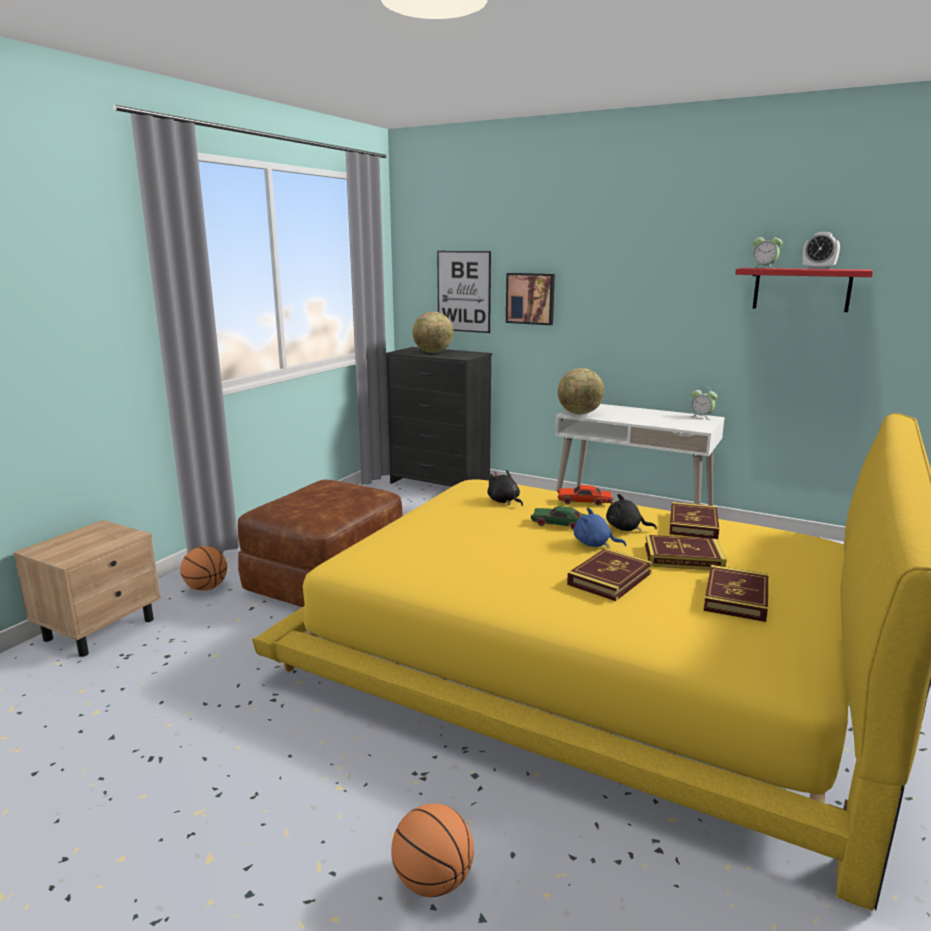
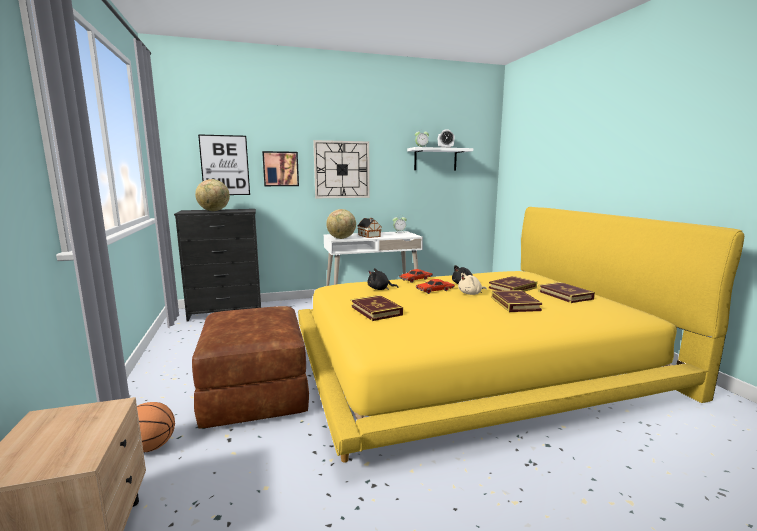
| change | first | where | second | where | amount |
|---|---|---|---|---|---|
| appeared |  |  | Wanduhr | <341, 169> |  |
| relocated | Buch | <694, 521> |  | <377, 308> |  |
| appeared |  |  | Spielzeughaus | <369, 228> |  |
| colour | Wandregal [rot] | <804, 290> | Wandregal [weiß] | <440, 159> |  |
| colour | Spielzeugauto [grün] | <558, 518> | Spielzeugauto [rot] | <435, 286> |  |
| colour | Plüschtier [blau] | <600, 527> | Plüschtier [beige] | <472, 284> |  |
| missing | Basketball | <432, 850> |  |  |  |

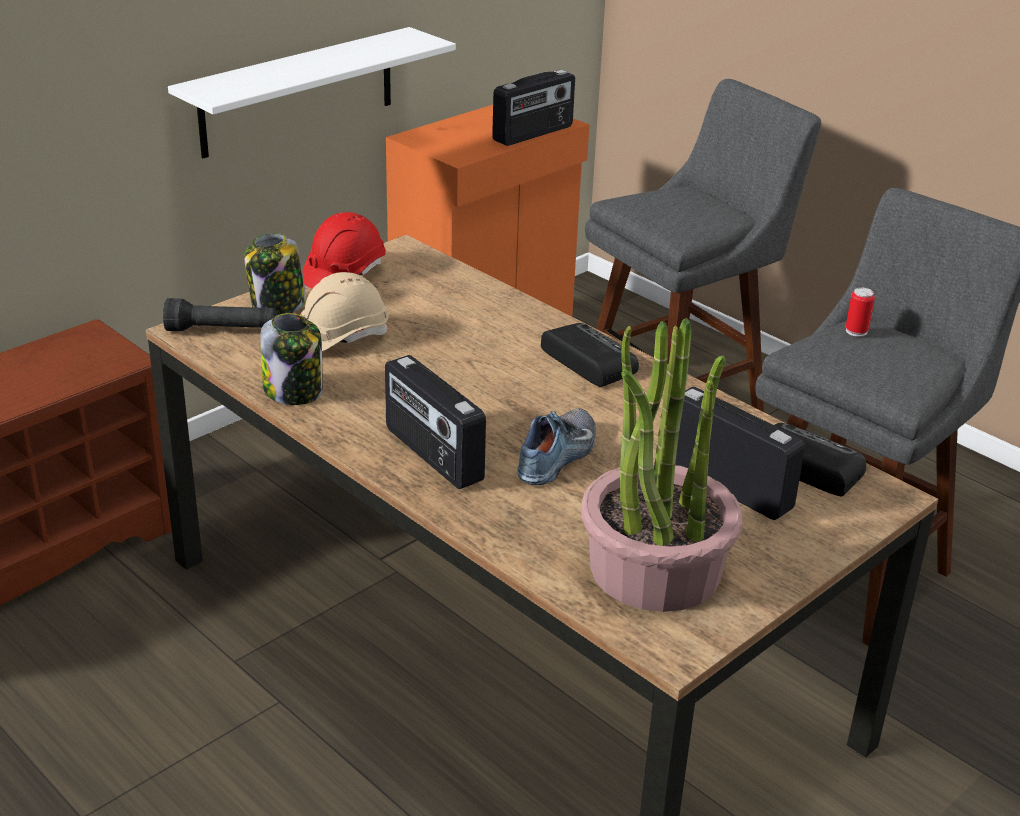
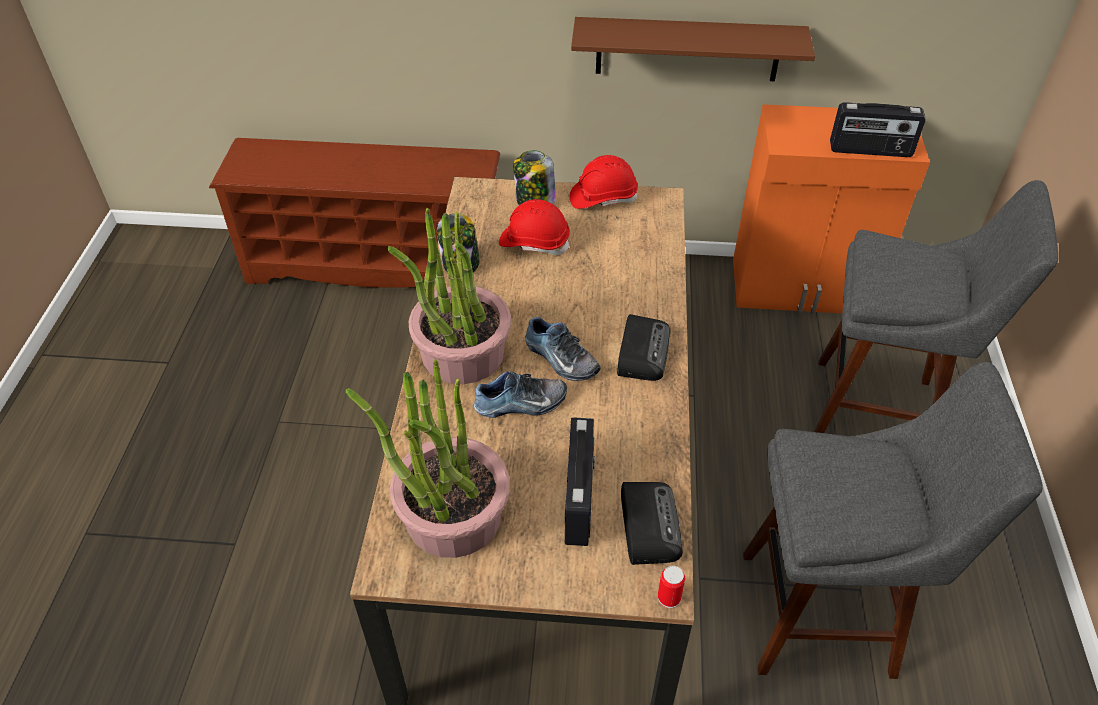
| change | first | where | second | where | amount |
|---|---|---|---|---|---|
| exchanged | Radio | <435, 422> | Topfpflanze | <449, 296> |  |
| colour | Schutzhelm [beige] | <344, 311> | Schutzhelm [rot] | <534, 227> |  |
| appeared |  |  | Schuh | <563, 349> |  |
| colour | Wandregal [weiß] | <312, 92> | Wandregal [braun] | <693, 49> |  |
| relocated | Dose | <860, 312> |  | <671, 587> |  |
| missing | Taschenlampe [schwarz] | <220, 314> |  |  |  |

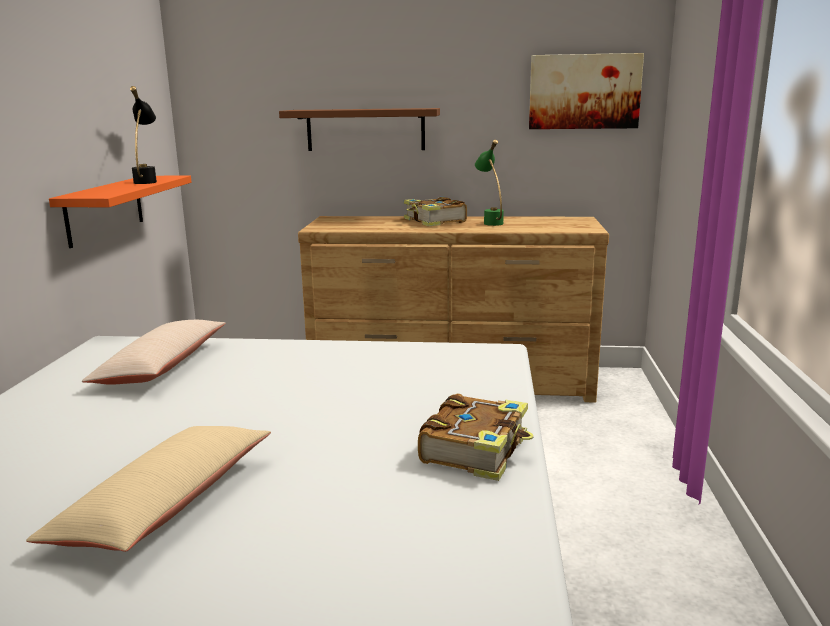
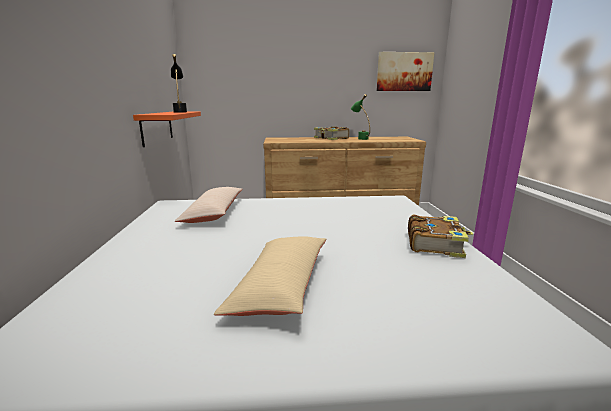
| change | first | where | second | where | amount |
|---|---|---|---|---|---|
| missing | Wandregal [braun] | <359, 129> |  |  |  |

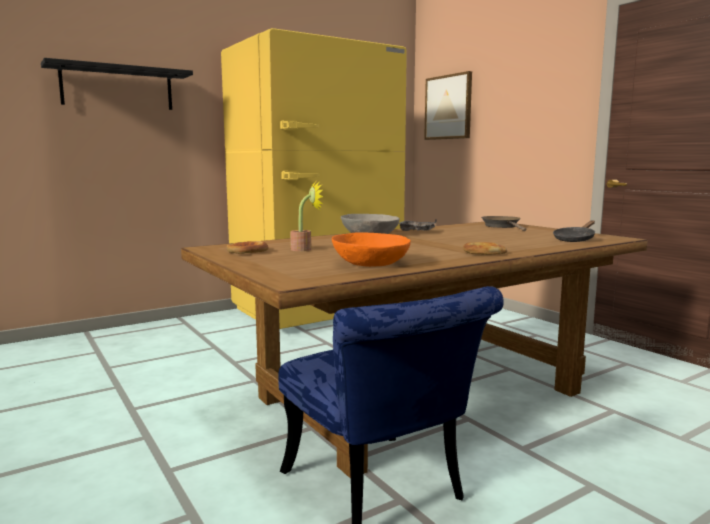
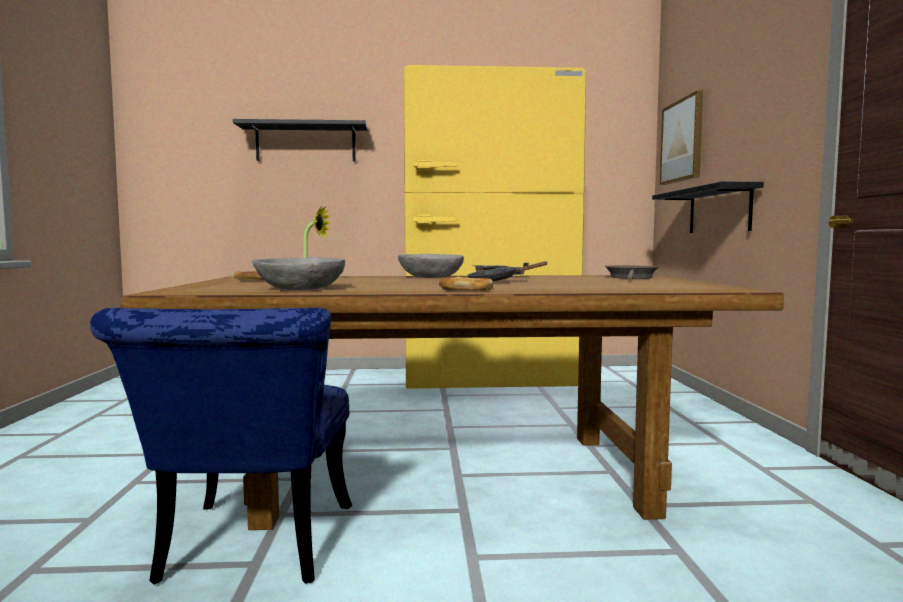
| change | first | where | second | where | amount |
|---|---|---|---|---|---|
| colour | Schüssel [orange] | <371, 250> | Schüssel [grau] | <298, 273> |  |
| relocated | Pfanne [schwarz] | <574, 231> |  | <507, 271> |  |
| appeared |  |  | Wandregal [schwarz] | <708, 207> |  |

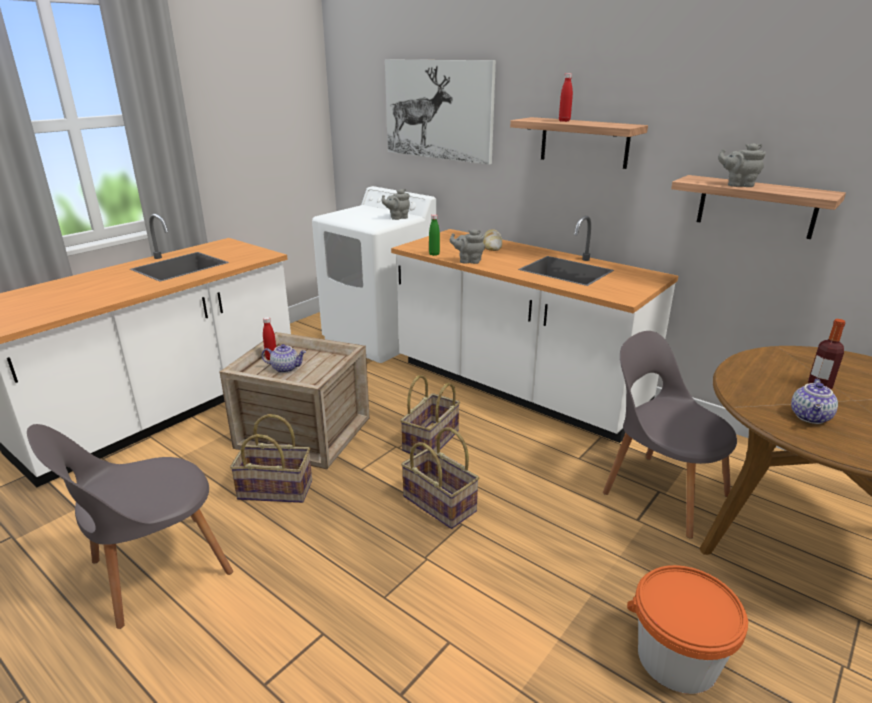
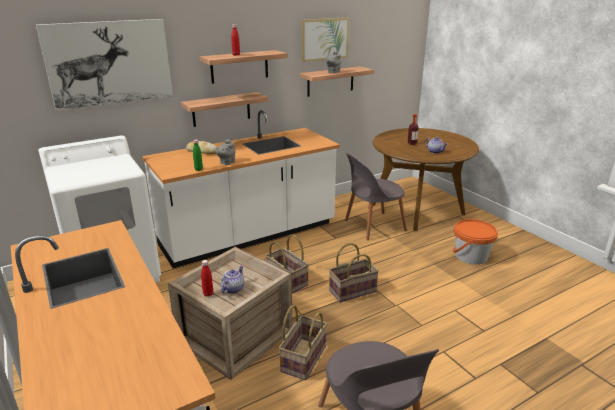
| change | first | where | second | where | amount |
|---|---|---|---|---|---|
| appeared |  |  | Wandregal | <225, 109> |  |
| appeared |  |  | Bild | <325, 39> |  |
| missing | Teekanne [grau] | <396, 204> |  |  |  |

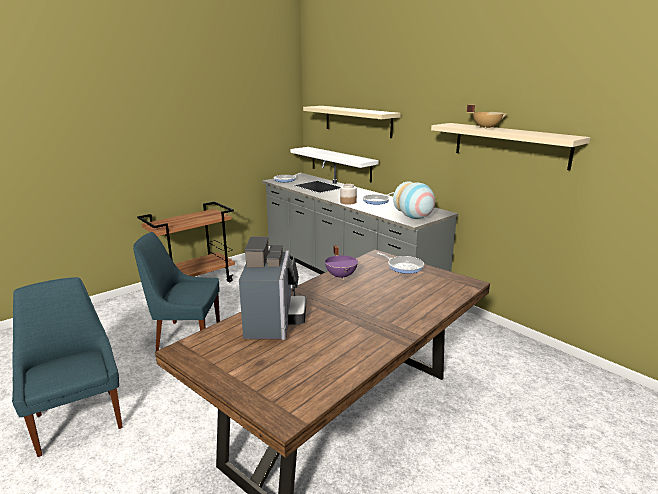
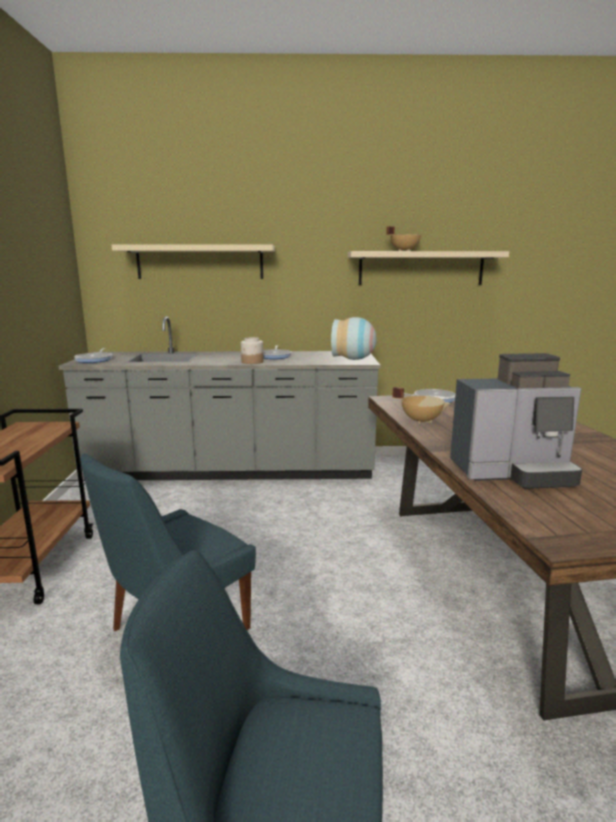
| change | first | where | second | where | amount |
|---|---|---|---|---|---|
| colour | Kochtopf [lila] | <341, 262> | Kochtopf [beige] | <421, 405> |  |
| spun | Kaffeemaschine | <272, 288> |  | <516, 421> | 135 degrees clockwise |
| missing | Wandregal [weiß] | <334, 165> |  |  |  |

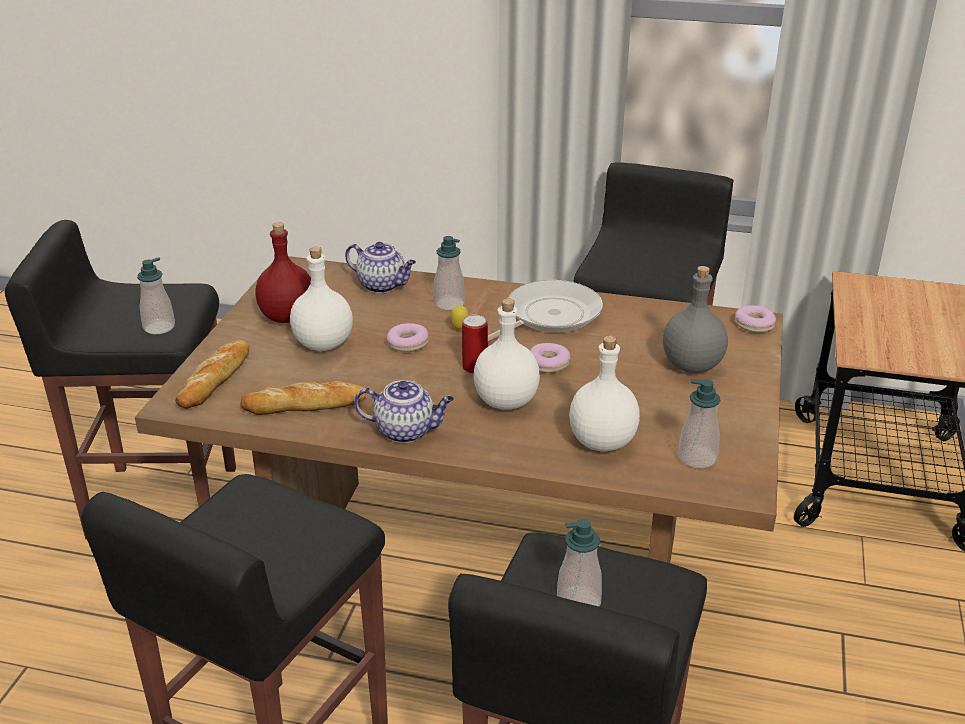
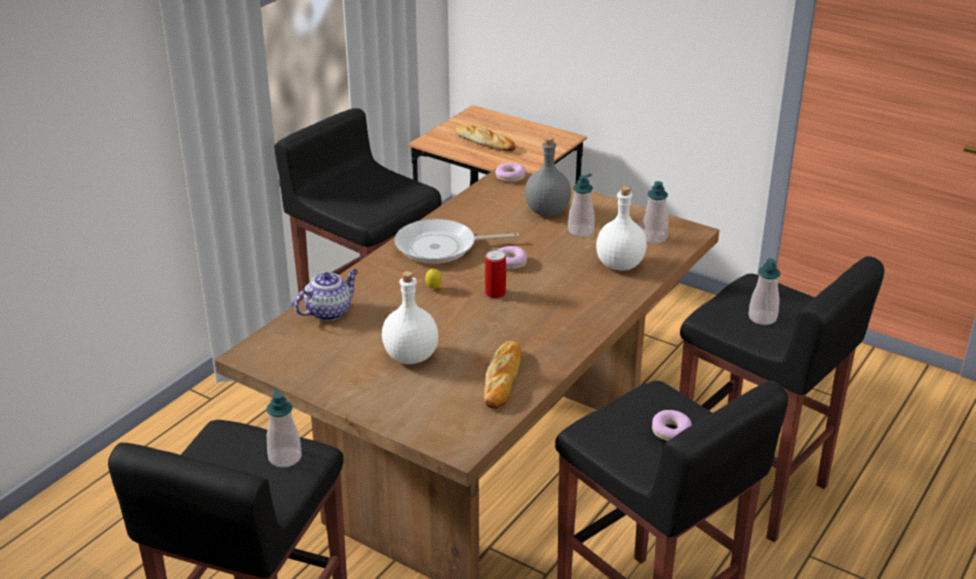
| change | first | where | second | where | amount |
|---|---|---|---|---|---|
| spun | Pfanne | <545, 310> |  | <456, 241> | 75 degrees counterclockwise |
| relocated | Brot | <212, 374> |  | <485, 138> |  |
| relocated | Seifenspender | <449, 273> |  | <581, 205> |  |
| relocated | Donut | <407, 337> |  | <672, 425> |  |
| missing | Flasche [rot] | <283, 272> |  |  |  |
| missing | Teekanne | <404, 411> |  |  |  |
| missing | Flasche [weiß] | <507, 353> |  |  |  |

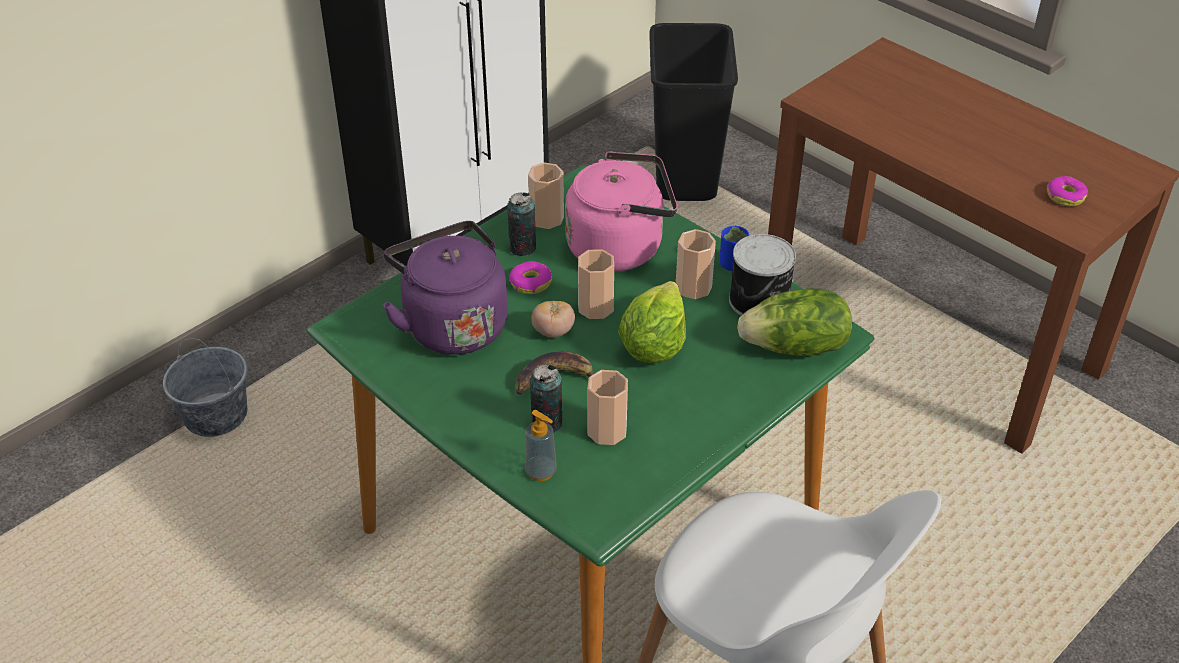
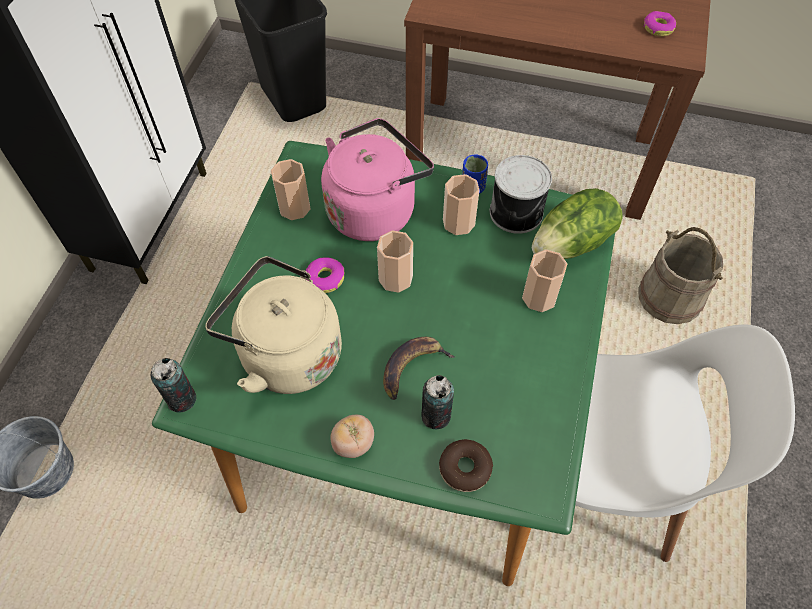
| change | first | where | second | where | amount |
|---|---|---|---|---|---|
| relocated | Dose | <521, 224> |  | <173, 385> |  |
| colour | Wasserkessel [lila] | <445, 288> | Wasserkessel [beige] | <273, 325> |  |
| relocated | Tomate | <553, 318> |  | <352, 436> |  |
| exchanged | Seifenspender | <541, 445> | Donut | <466, 465> |  |
| relocated | Tasse | <608, 407> |  | <544, 280> |  |
| appeared |  |  | Eimer [beige] | <680, 275> |  |
| missing | Salatkopf | <652, 322> |  |  |  |

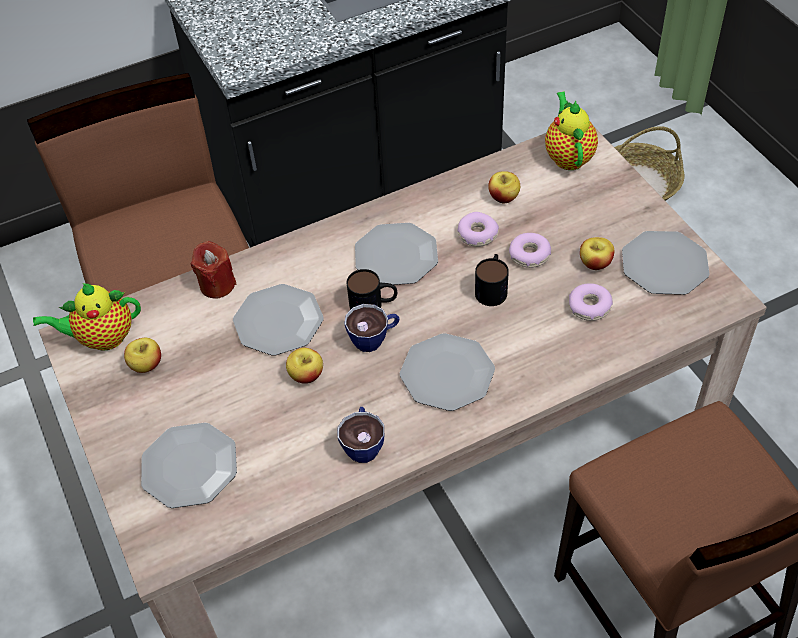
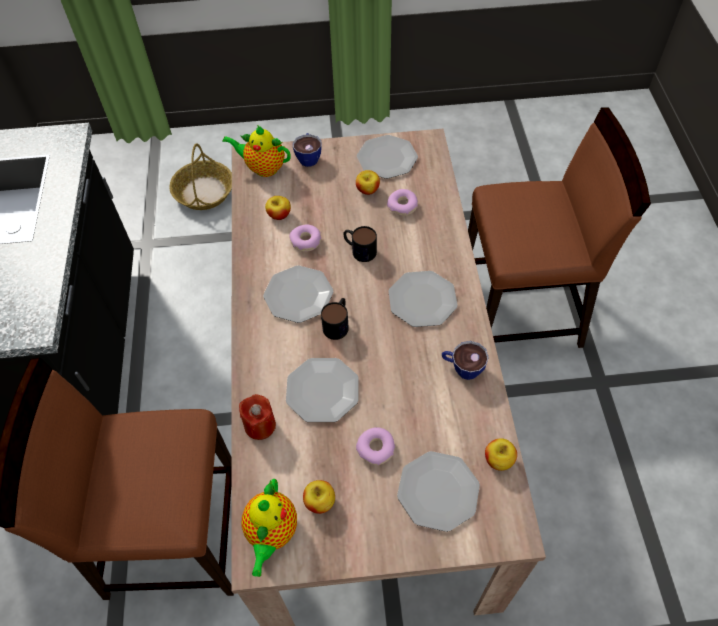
| change | first | where | second | where | amount |
|---|---|---|---|---|---|
| relocated | Tasse | <371, 328> |  | <307, 150> |  |
| relocated | Donut | <530, 250> |  | <375, 446> |  |
| relocated | Apfel | <304, 366> |  | <501, 454> |  |

